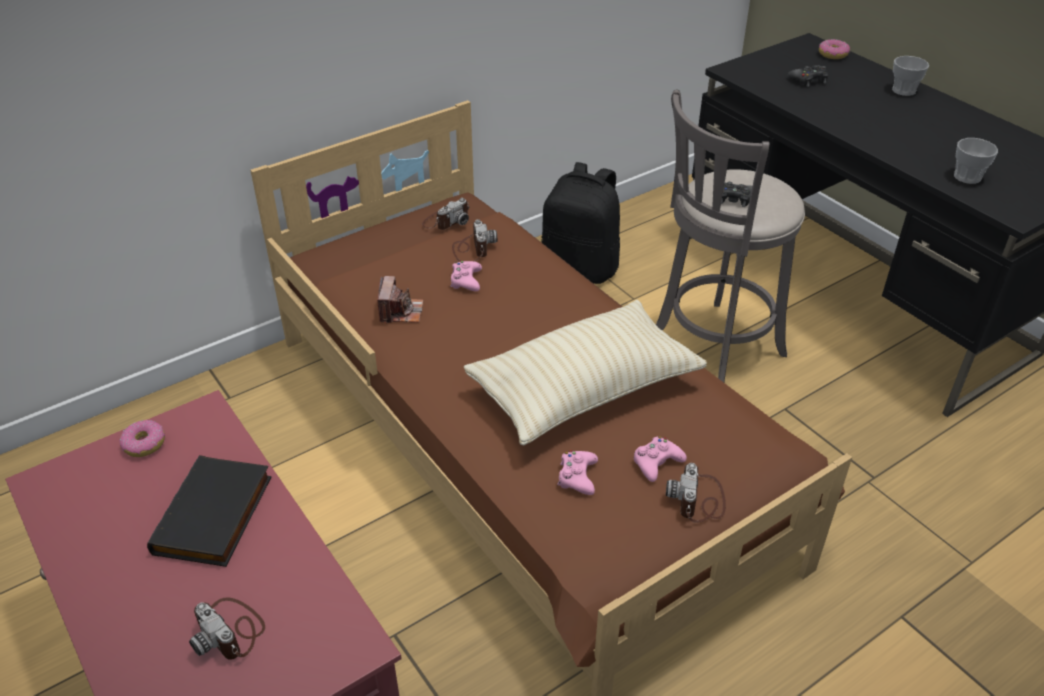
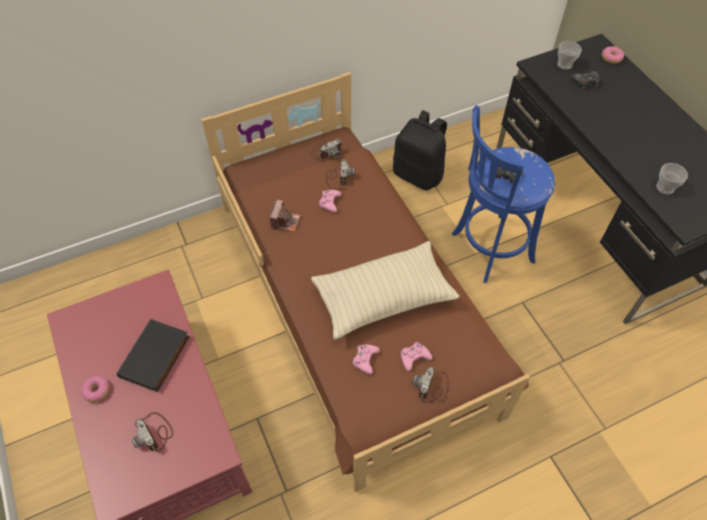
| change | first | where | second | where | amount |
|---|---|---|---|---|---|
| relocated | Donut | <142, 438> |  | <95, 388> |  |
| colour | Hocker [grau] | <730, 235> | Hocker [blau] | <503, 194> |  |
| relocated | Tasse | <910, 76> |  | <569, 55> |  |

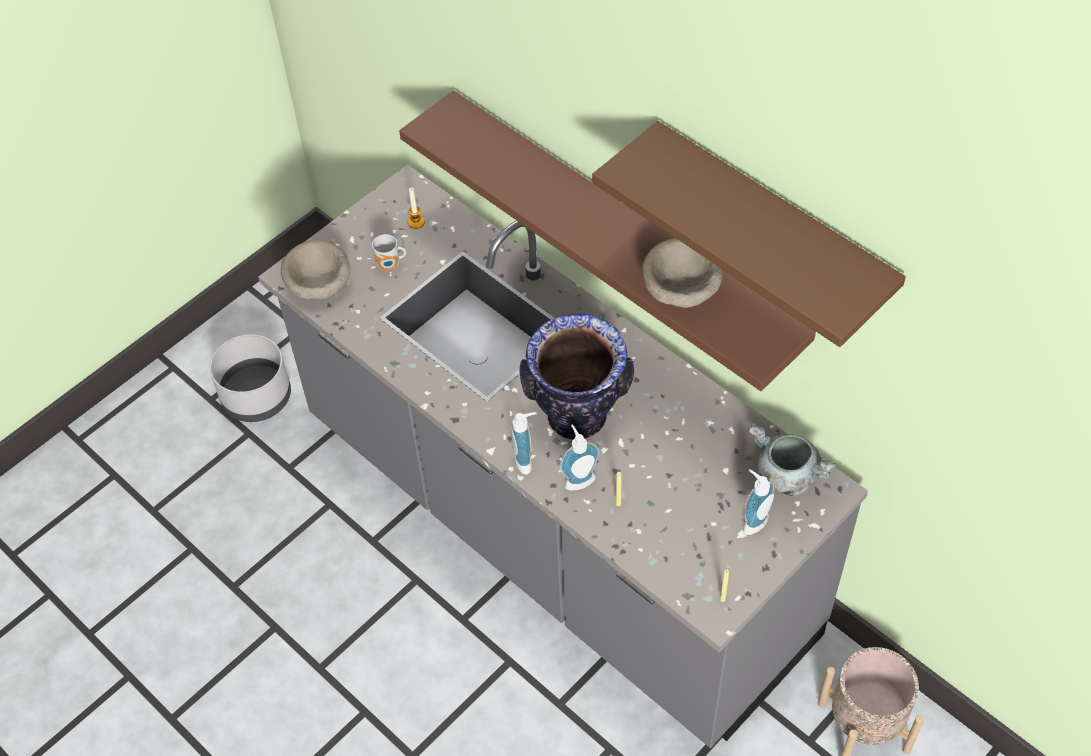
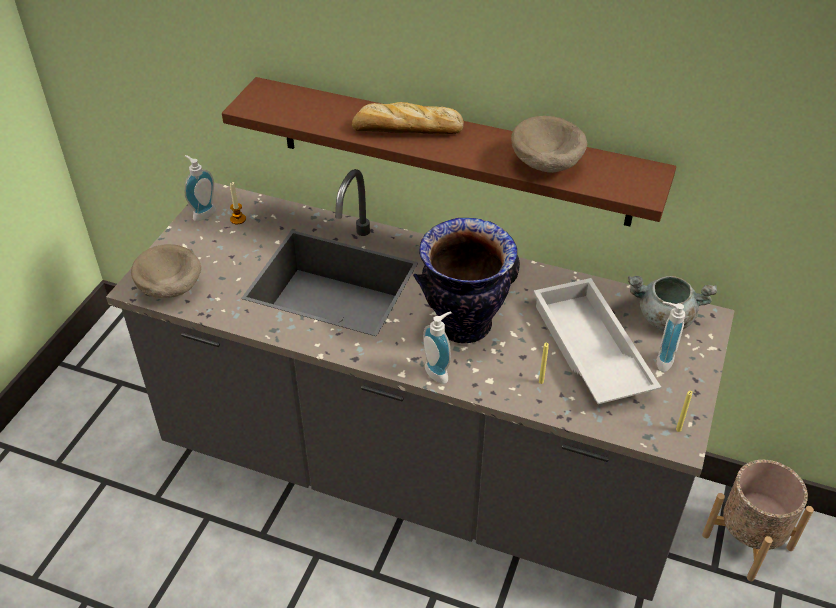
| change | first | where | second | where | amount |
|---|---|---|---|---|---|
| relocated | Seifenspender | <580, 457> |  | <200, 188> |  |
| appeared |  |  | Brot | <408, 118> |  |
| appeared |  |  | Tablett [weiß] | <597, 341> |  |
| missing | Pflanzkübel [grau] | <250, 378> |  |  |  |
| missing | Henkelbecher | <389, 252> |  |  |  |
| missing | Wandregal [braun] | <749, 234> |  |  |  |

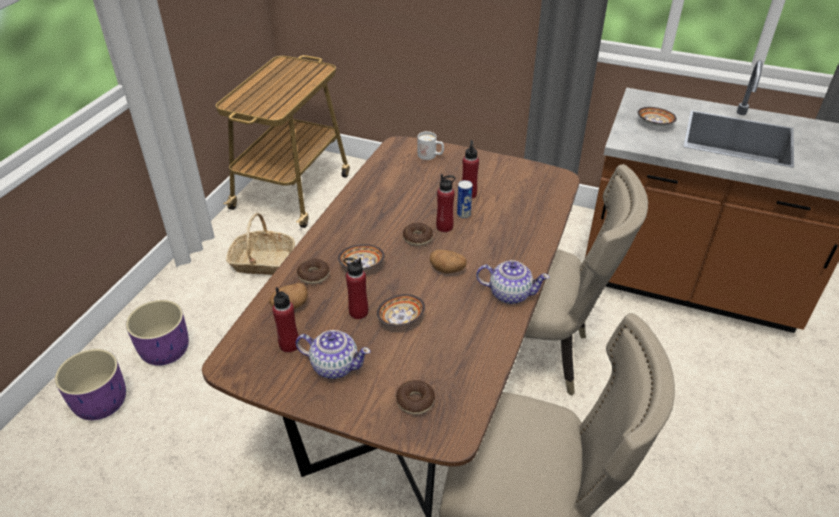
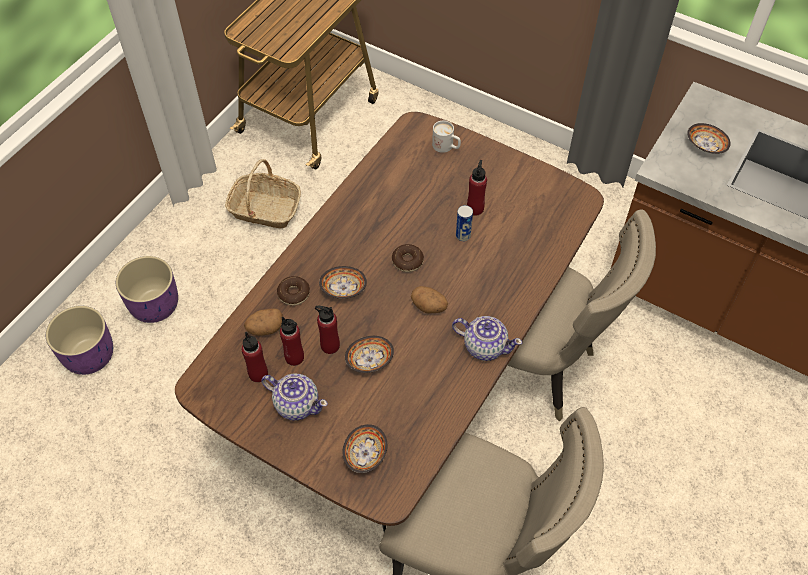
| change | first | where | second | where | amount |
|---|---|---|---|---|---|
| relocated | Flasche [rot] | <445, 203> |  | <292, 341> |  |
| exchanged | Donut | <415, 397> | Schüssel | <364, 448> |  |

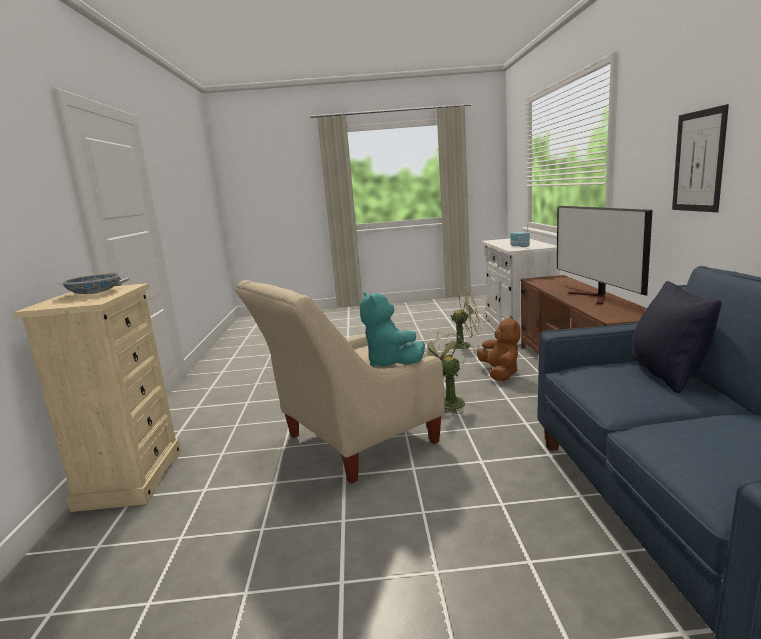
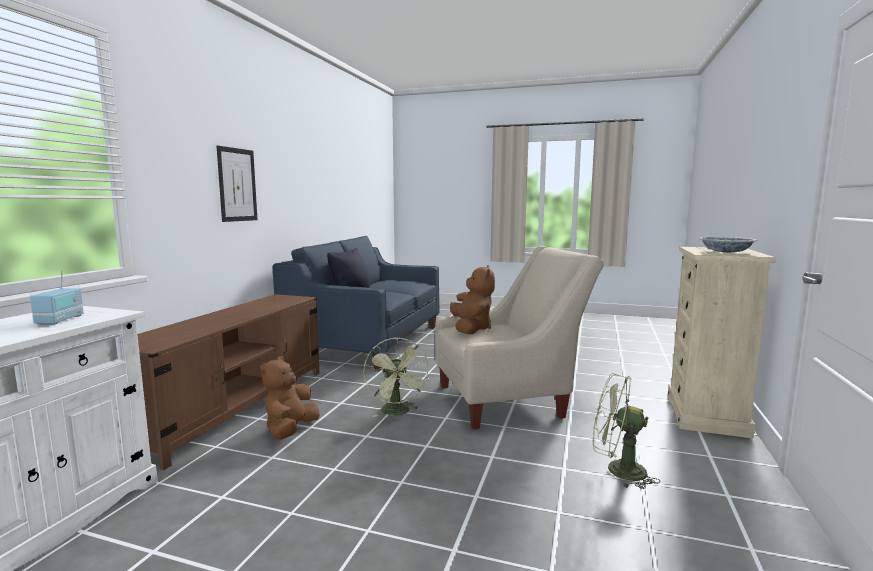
| change | first | where | second | where | amount |
|---|---|---|---|---|---|
| colour | Plüschtier [türkis] | <392, 329> | Plüschtier [braun] | <472, 299> |  |
| relocated | Ventilator [grün] | <463, 321> |  | <626, 431> |  |
| missing | Fernseher | <605, 255> |  |  |  |

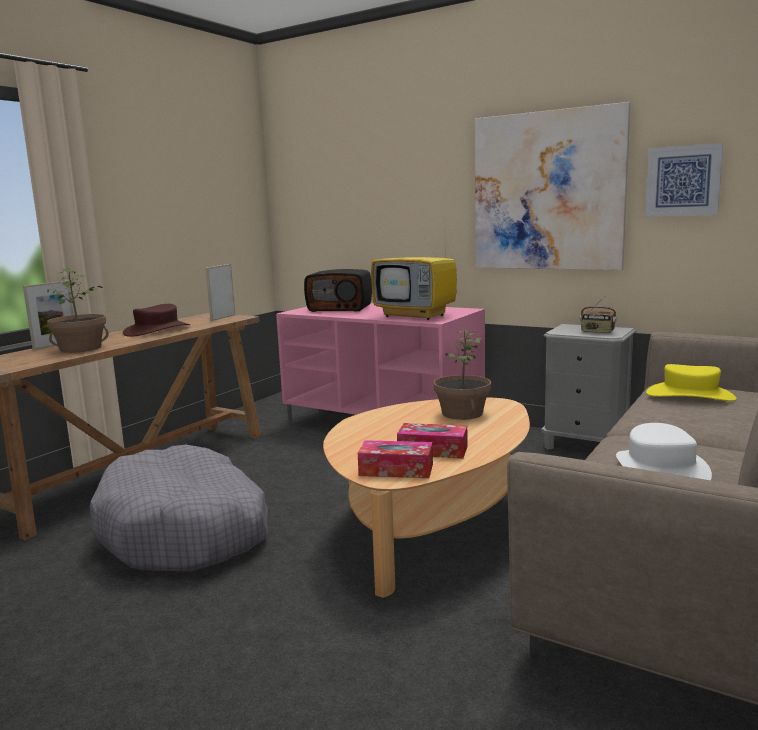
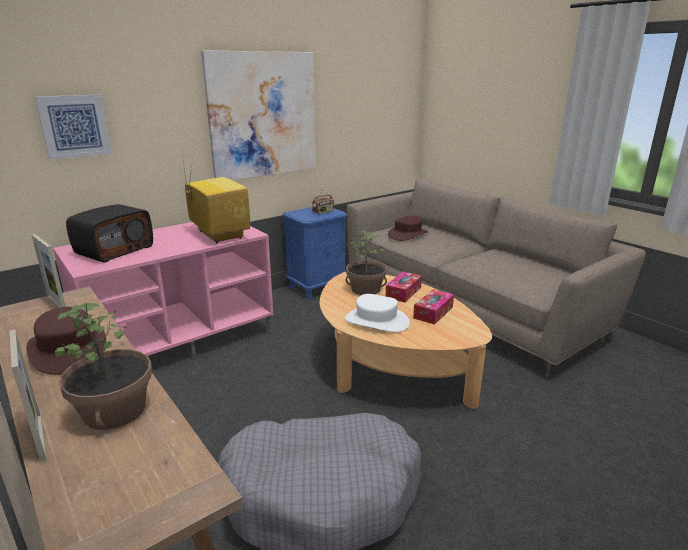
| change | first | where | second | where | amount |
|---|---|---|---|---|---|
| relocated | Bild | <684, 180> |  | <73, 127> |  |
| spun | Fernseher | <414, 274> |  | <216, 198> | 90 degrees counterclockwise |
| colour | Nachttisch [grau] | <588, 386> | Nachttisch [blau] | <315, 253> |  |
| relocated | Hut [weiß] | <664, 451> |  | <377, 313> |  |
| relocated | Taschentuchbox | <395, 459> |  | <404, 287> |  |
| colour | Hut [gelb] | <691, 382> | Hut [braun] | <408, 228> |  |

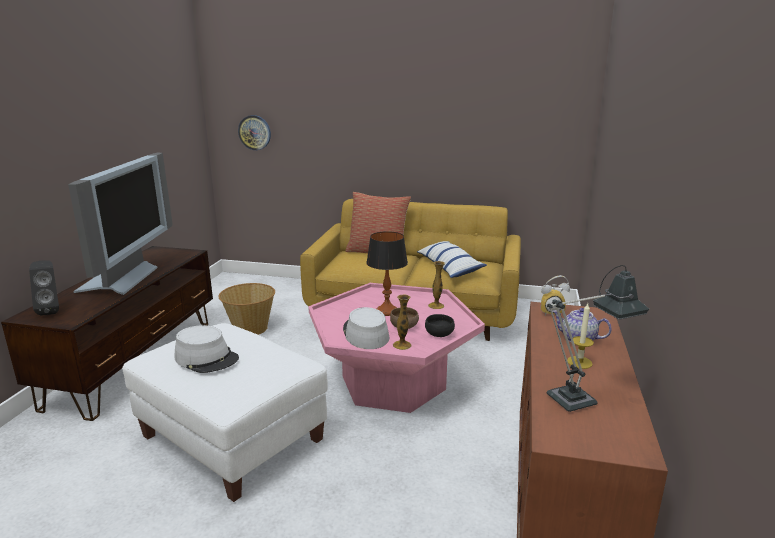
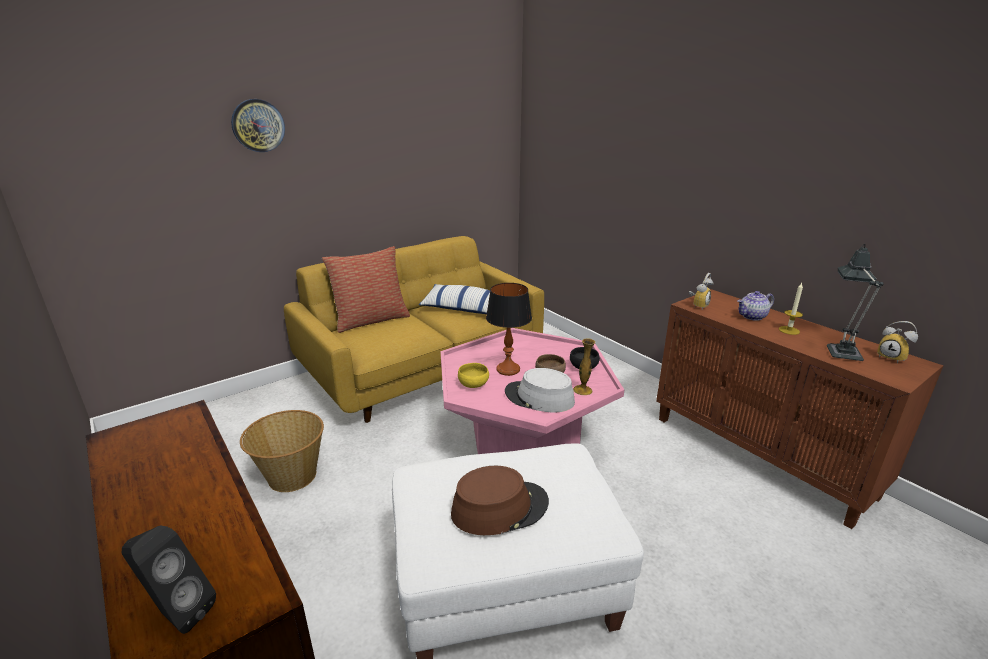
| change | first | where | second | where | amount |
|---|---|---|---|---|---|
| relocated | Wanduhr | <254, 132> |  | <258, 125> |  |
| colour | Hut [grau] | <207, 349> | Hut [braun] | <500, 500> |  |
| appeared |  |  | Schüssel [gelb] | <473, 375> |  |
| appeared |  |  | Wecker | <897, 342> |  |
| missing | Fernseher | <120, 224> |  |  |  |
| missing | Vase | <436, 285> |  |  |  |

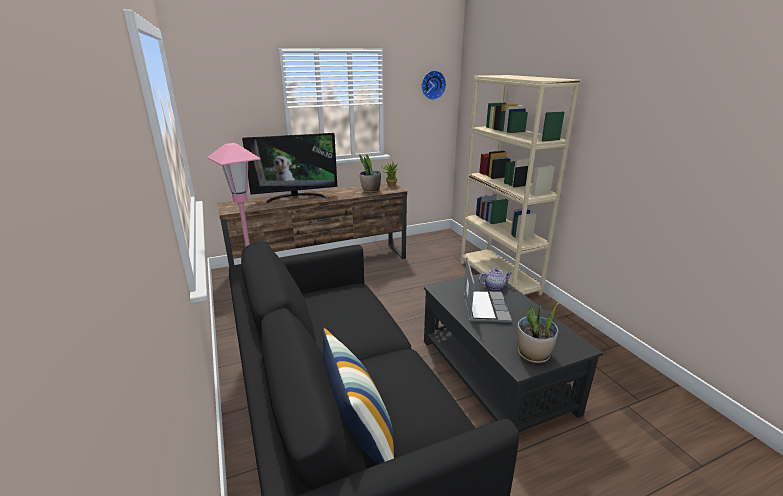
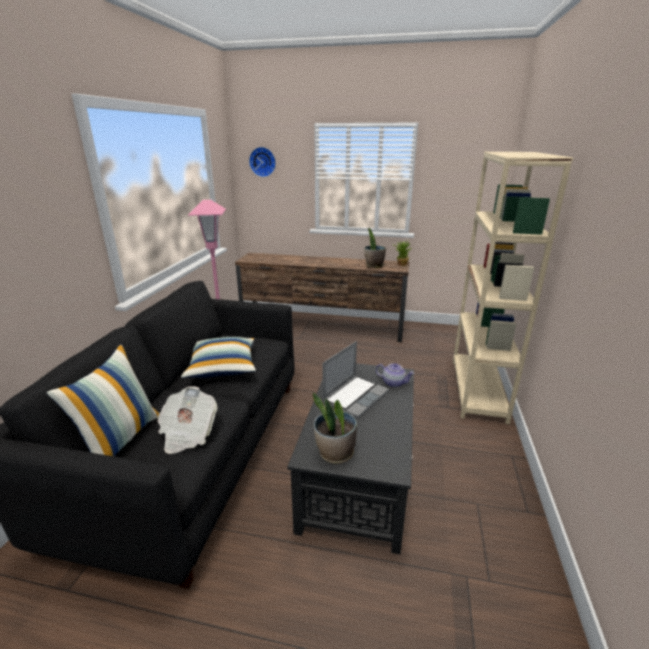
| change | first | where | second | where | amount |
|---|---|---|---|---|---|
| appeared |  |  | Zeitung | <187, 420> |  |
| appeared |  |  | Kissen | <218, 357> |  |
| relocated | Wanduhr | <433, 85> |  | <262, 162> |  |
| missing | Fernseher | <289, 168> |  |  |  |

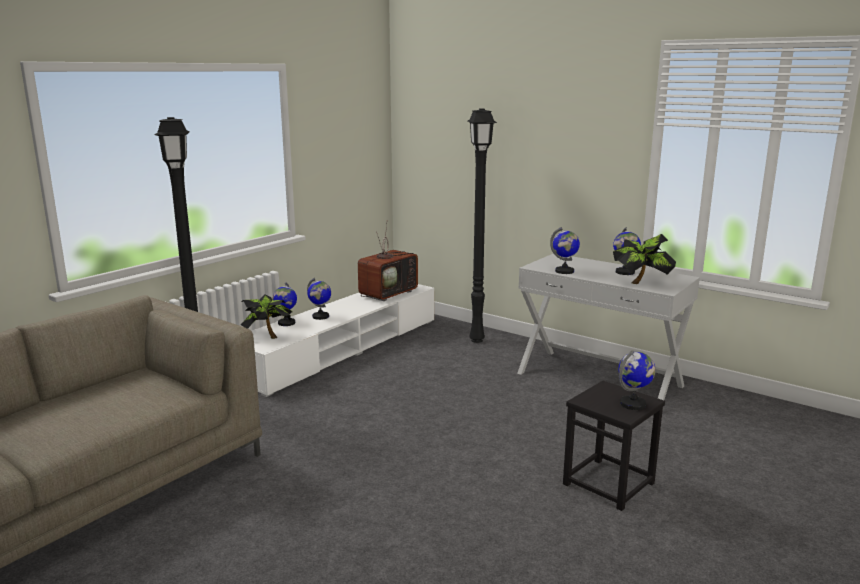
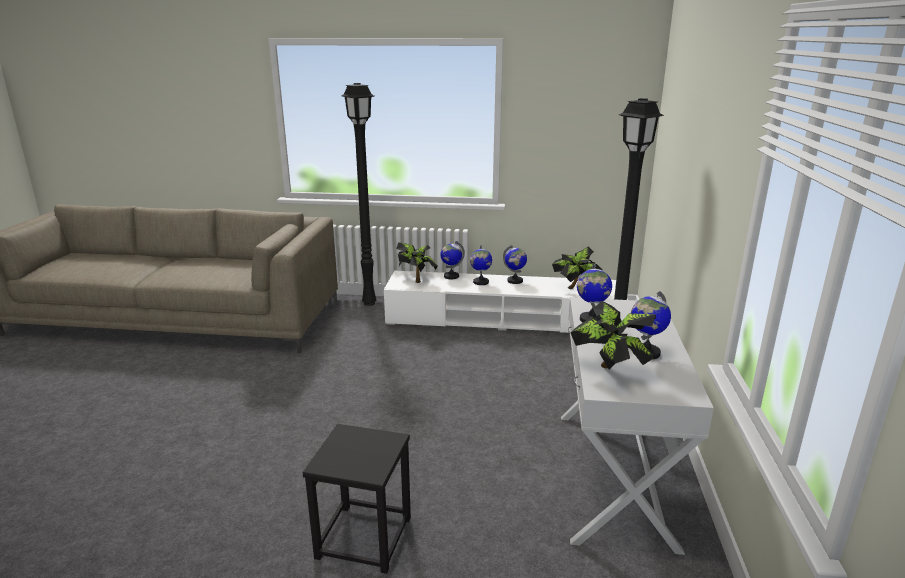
| change | first | where | second | where | amount |
|---|---|---|---|---|---|
| relocated | Globus | <637, 380> |  | <515, 264> |  |
| exchanged | Fernseher | <388, 262> | Topfpflanze | <577, 268> |  |

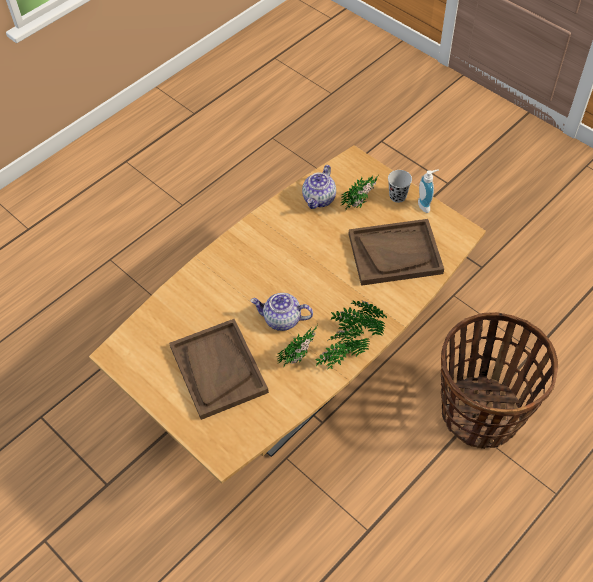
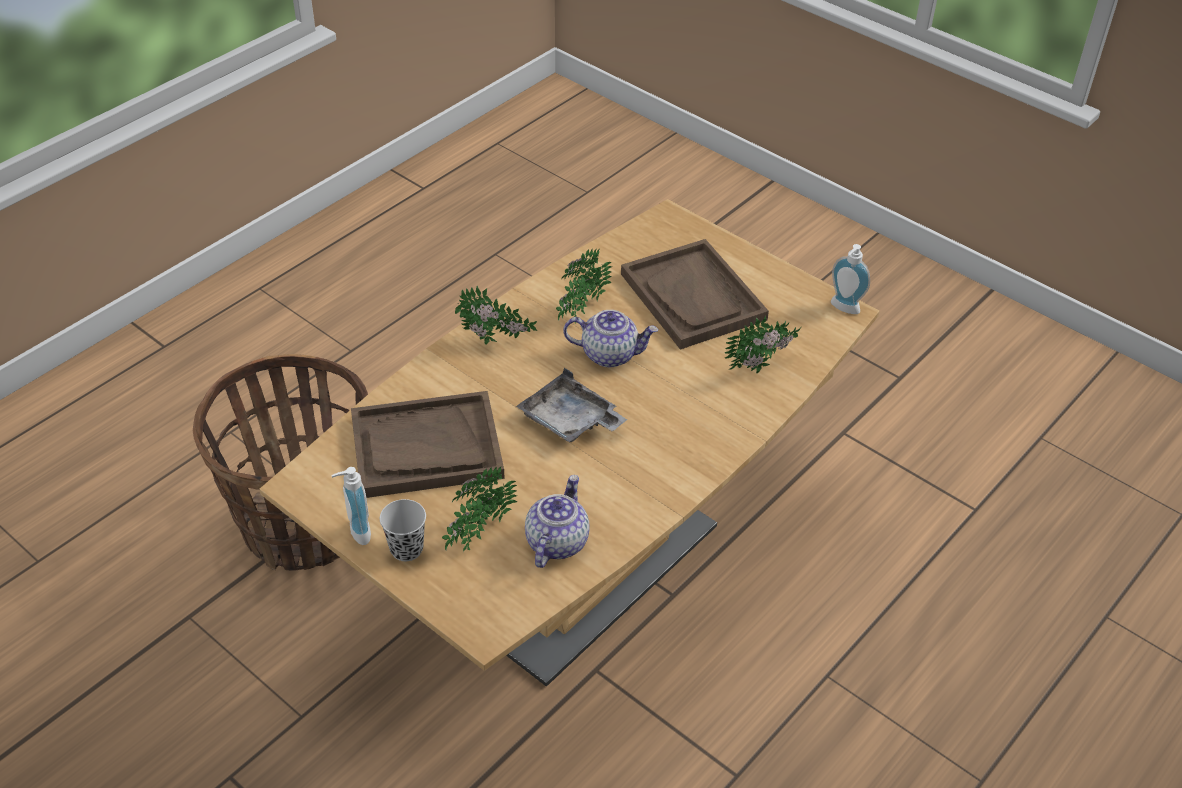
| change | first | where | second | where | amount |
|---|---|---|---|---|---|
| appeared |  |  | Tablett [grau] | <571, 405> |  |
| relocated | Topfpflanze | <342, 349> |  | <762, 344> |  |
| appeared |  |  | Seifenspender | <850, 279> |  |

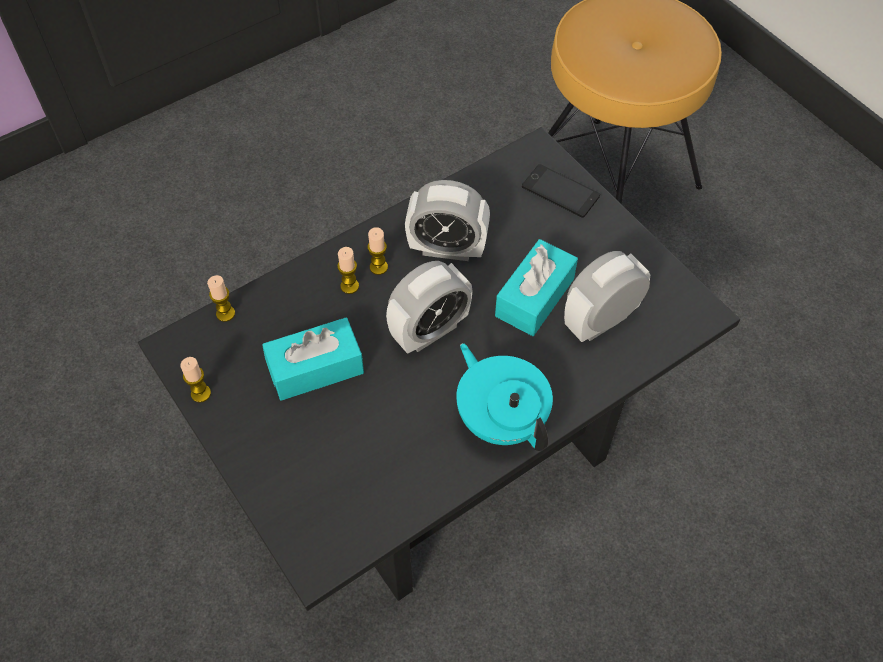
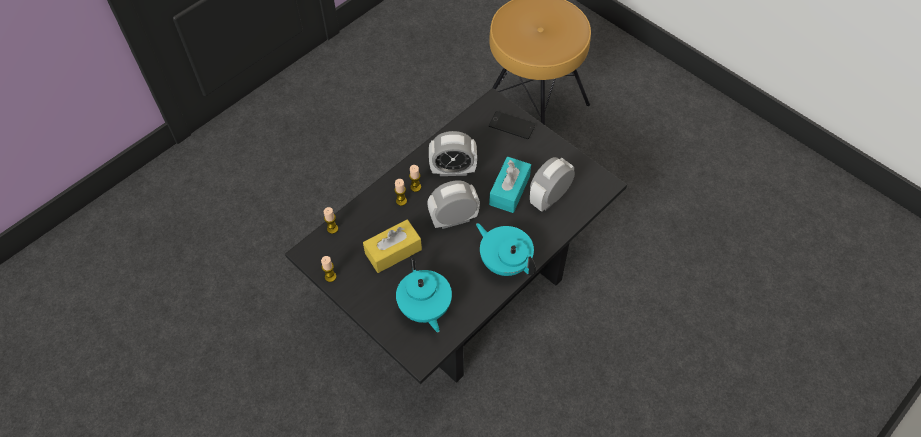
| change | first | where | second | where | amount |
|---|---|---|---|---|---|
| colour | Taschentuchbox [türkis] | <313, 359> | Taschentuchbox [gelb] | <392, 246> |  |
| appeared |  |  | Teekanne [türkis] | <424, 295> |  |
| spun | Wecker | <429, 307> |  | <453, 204> | 150 degrees counterclockwise |

